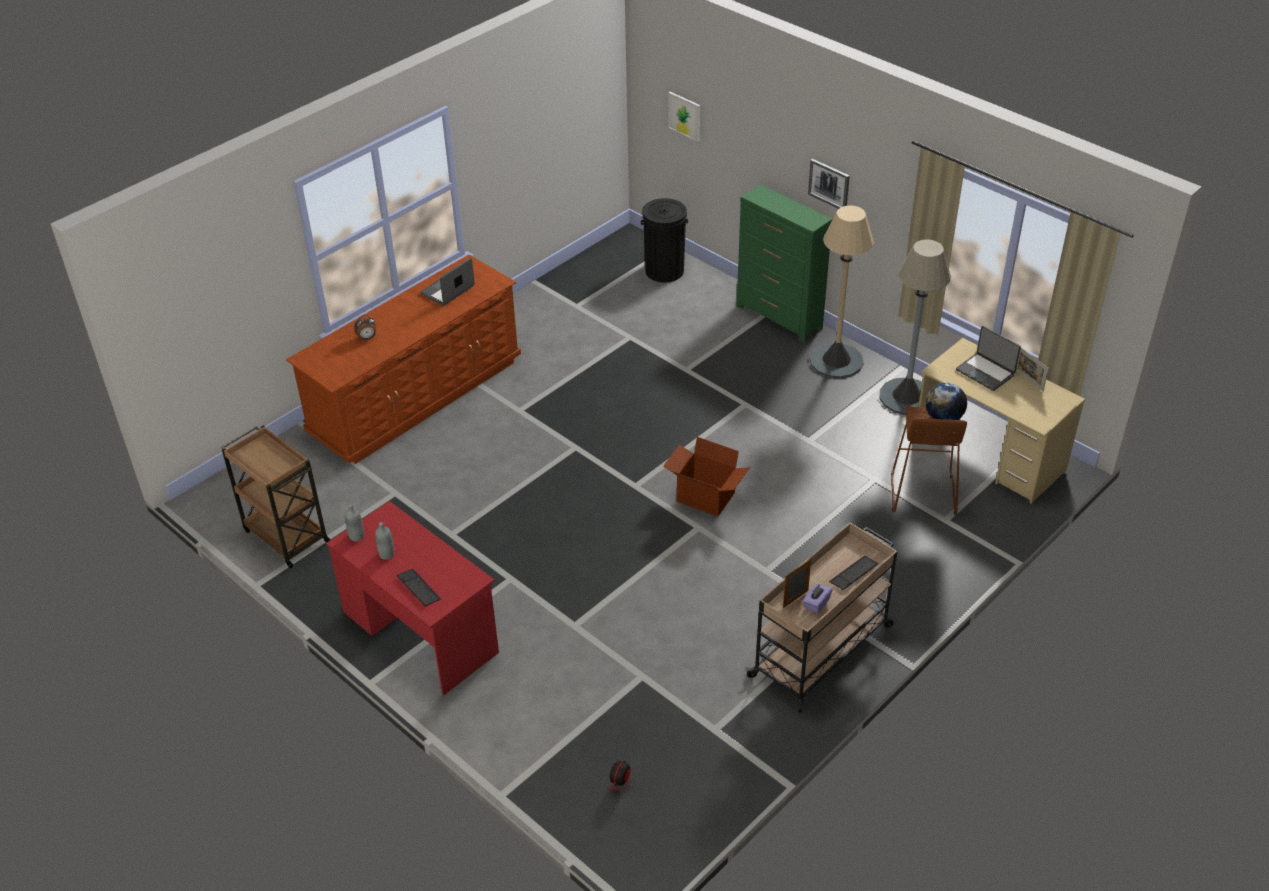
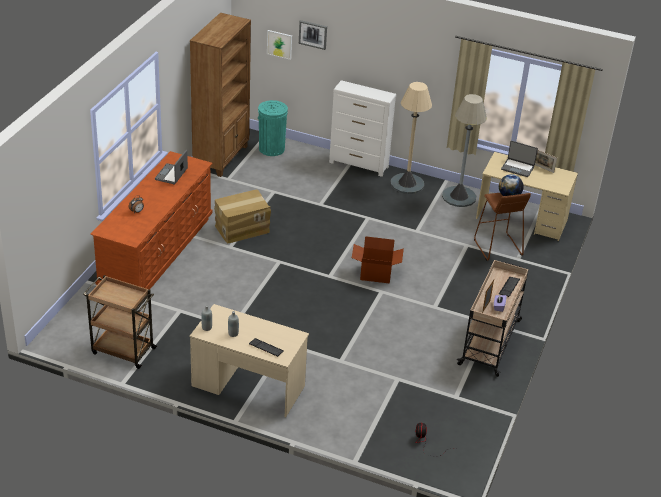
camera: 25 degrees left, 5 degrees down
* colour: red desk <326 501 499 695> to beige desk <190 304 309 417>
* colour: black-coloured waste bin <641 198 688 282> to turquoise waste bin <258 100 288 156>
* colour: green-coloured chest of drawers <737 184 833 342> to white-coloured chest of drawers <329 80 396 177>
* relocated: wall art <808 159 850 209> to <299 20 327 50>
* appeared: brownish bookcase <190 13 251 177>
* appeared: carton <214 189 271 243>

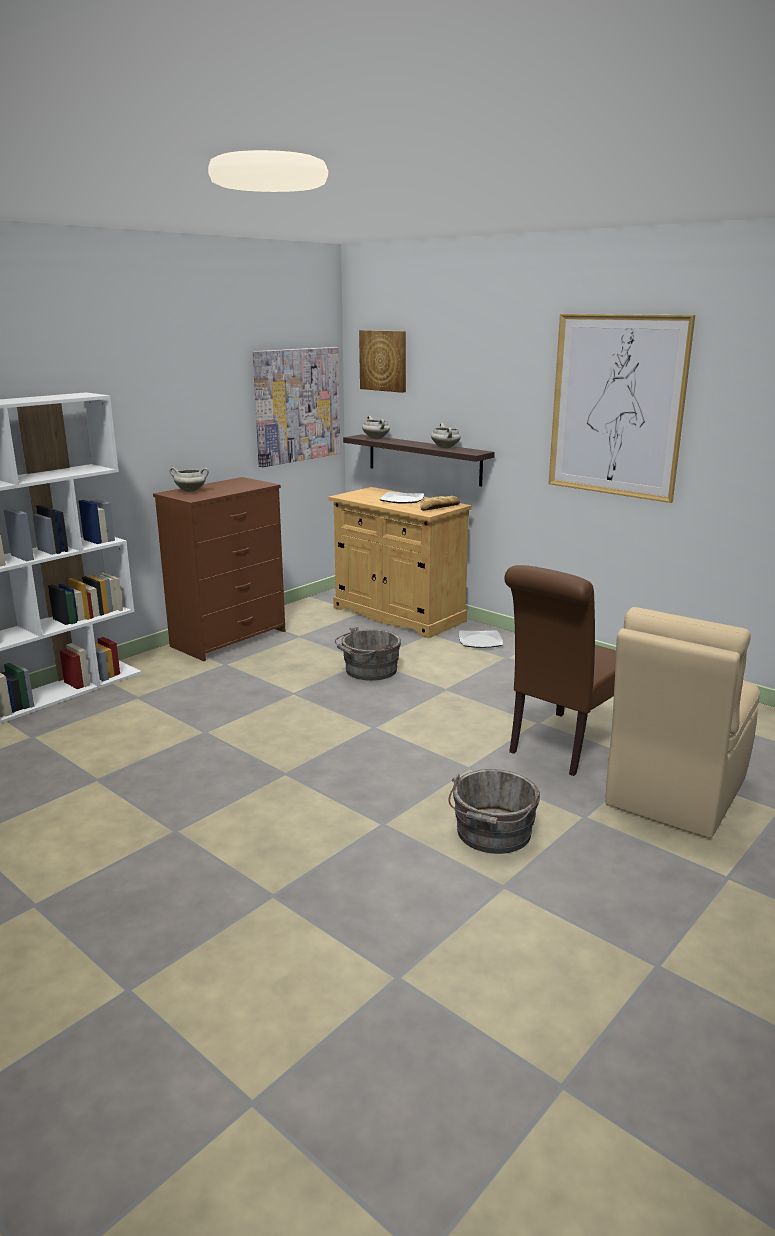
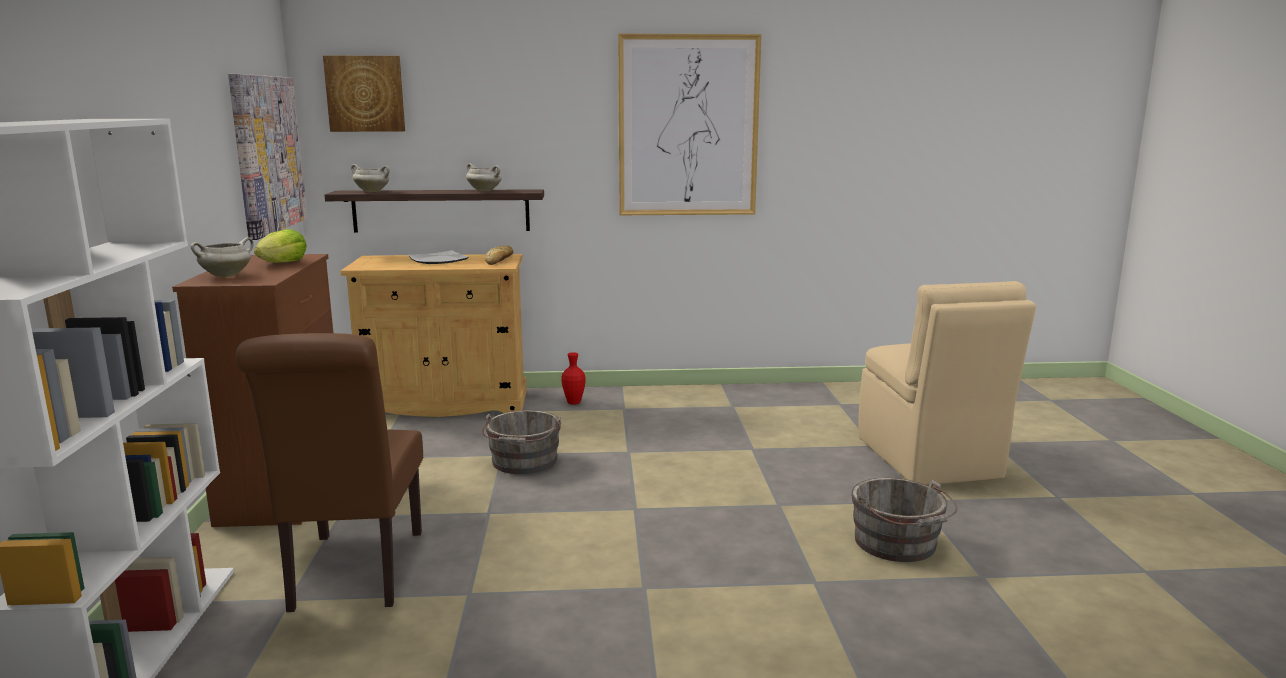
camera: 45 degrees left, 5 degrees down
* exchanged: plate <459 630 503 648> to red flower vase <561 352 586 405>
* relocated: brownish plain chair <504 565 616 776> to <235 333 423 612>
* appeared: head of lettuce <254 229 307 263>

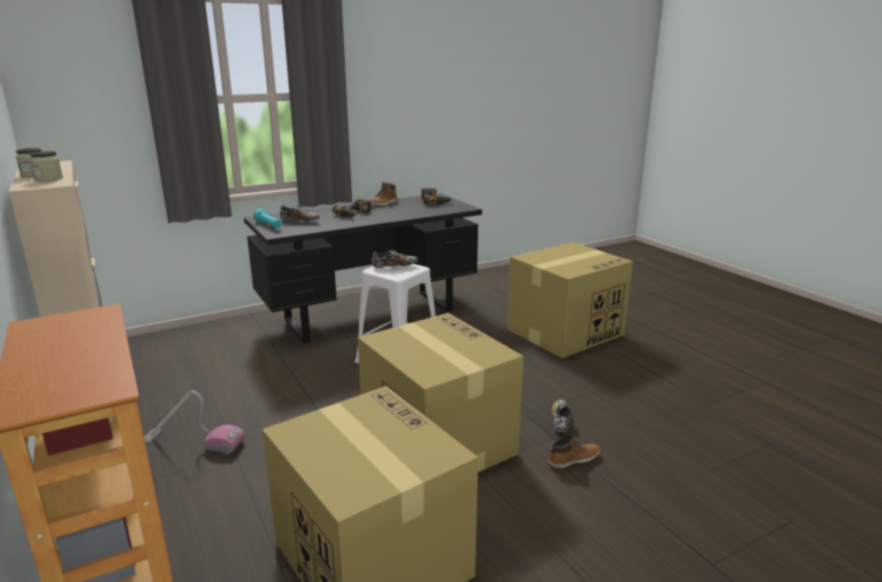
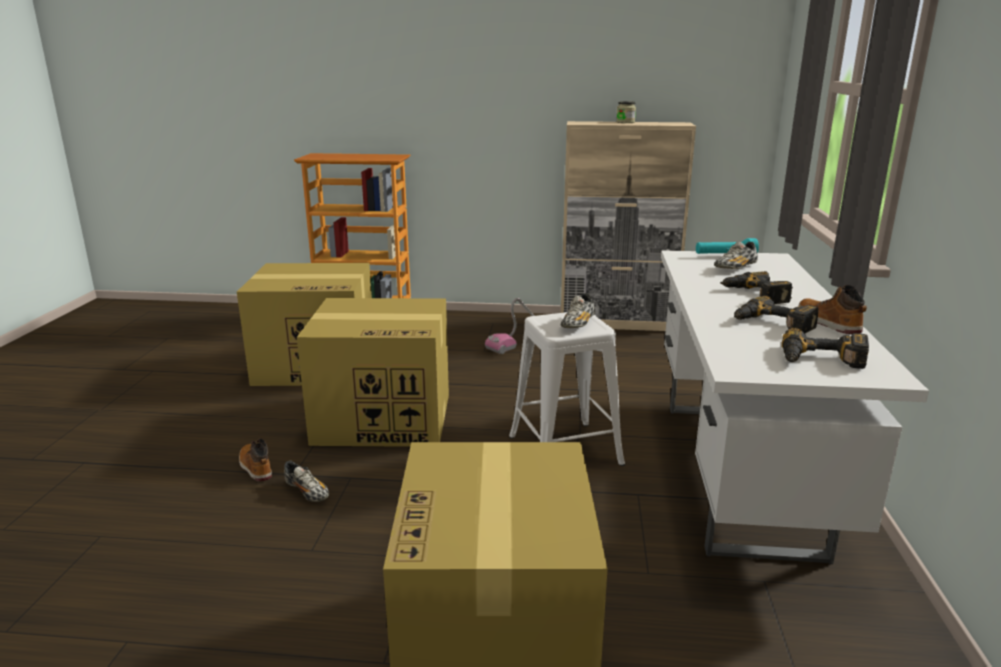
camera: 125 degrees right, 0 degrees up
* missing: storage jar <30 151 63 181>
* colour: black-coloured desk <244 193 482 344> to white-coloured desk <661 250 929 564>
* spun: boot <548 435 600 469> = <239 438 272 482> 135 degrees clockwise
* appeared: drill <734 295 819 333>

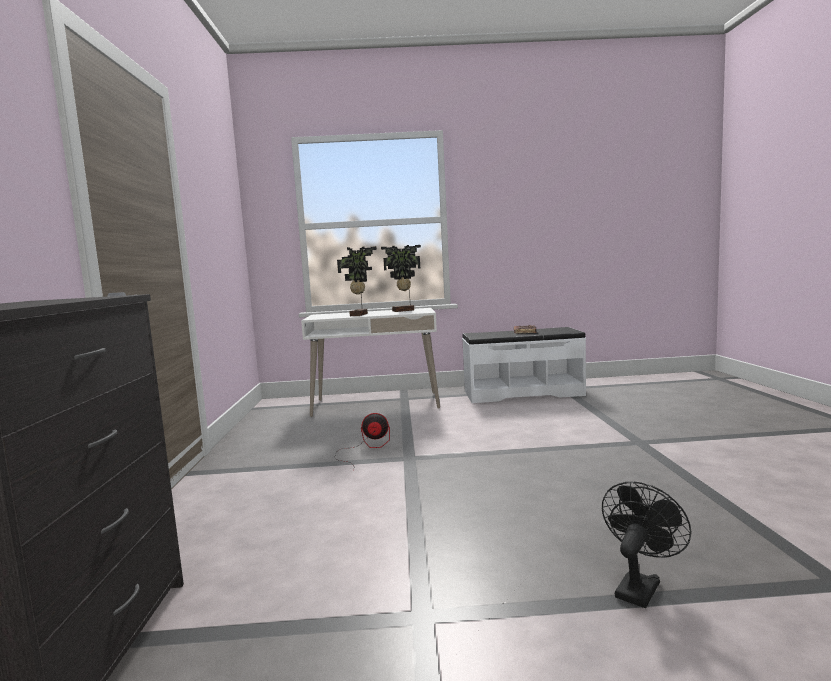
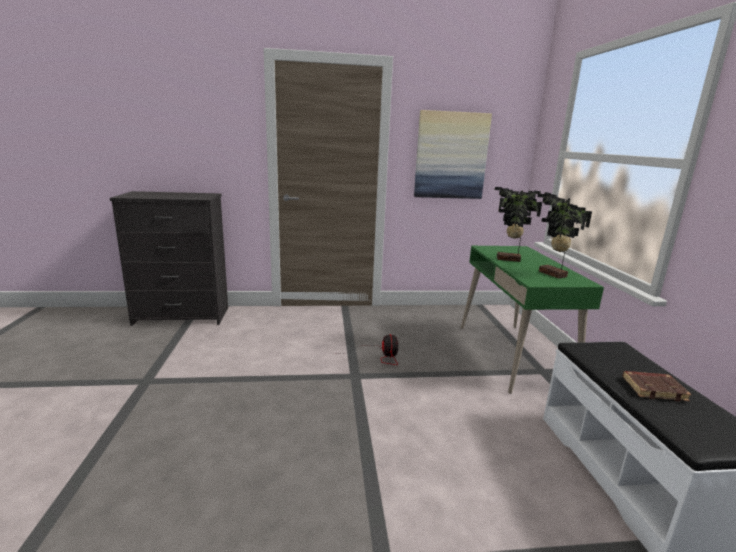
camera: 85 degrees right, 10 degrees up
* colour: white-coloured desk <301 308 440 417> to green-coloured desk <461 246 604 394>
* missing: black-coloured fan <602 481 692 608>
* appeared: wall art <414 110 492 199>

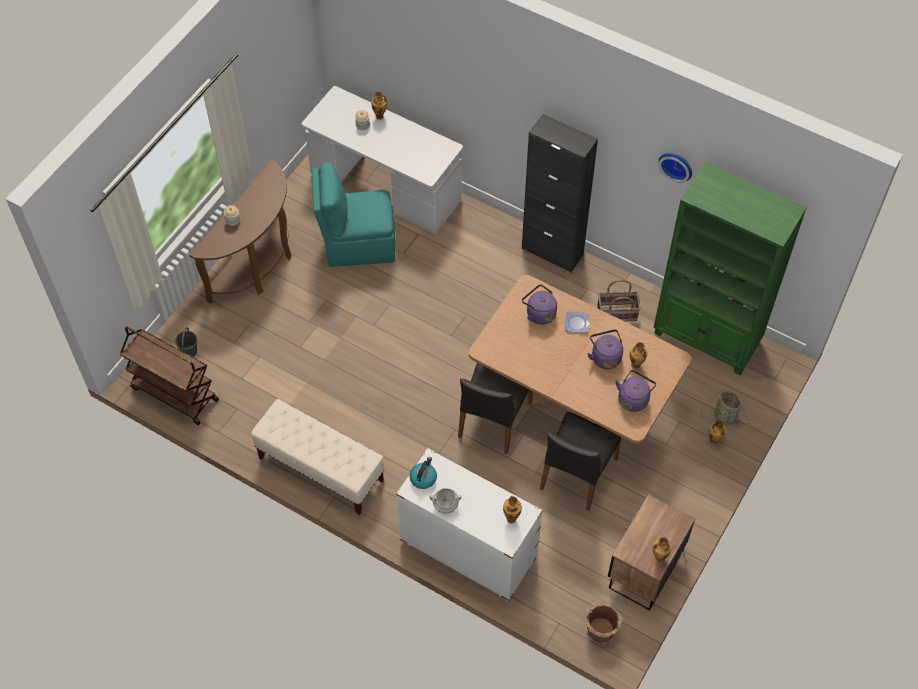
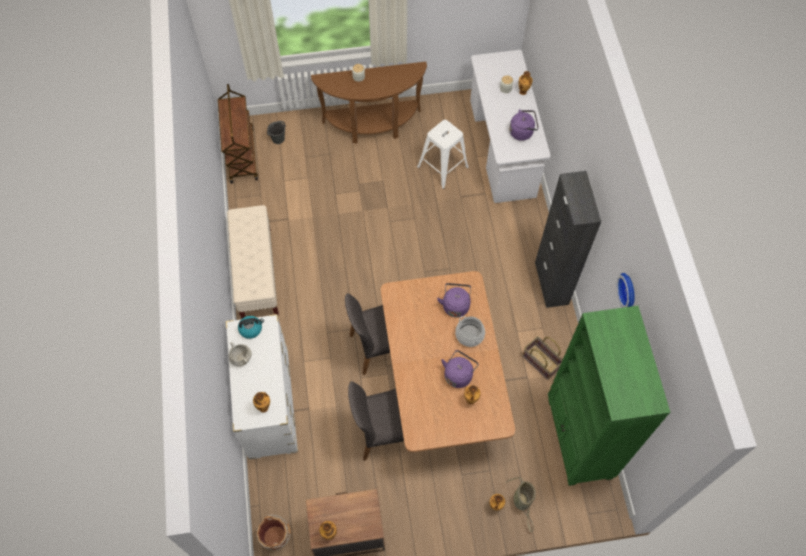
camera: 50 degrees right, 5 degrees up
* exchanged: turquoise plain chair <312 162 396 267> to white-coloured stool <417 120 469 189>
* exchanged: plate <565 312 590 333> to stockpot <455 316 485 347>
* relocated: purple-coloured water kettle <615 370 656 412> to <509 109 539 141>

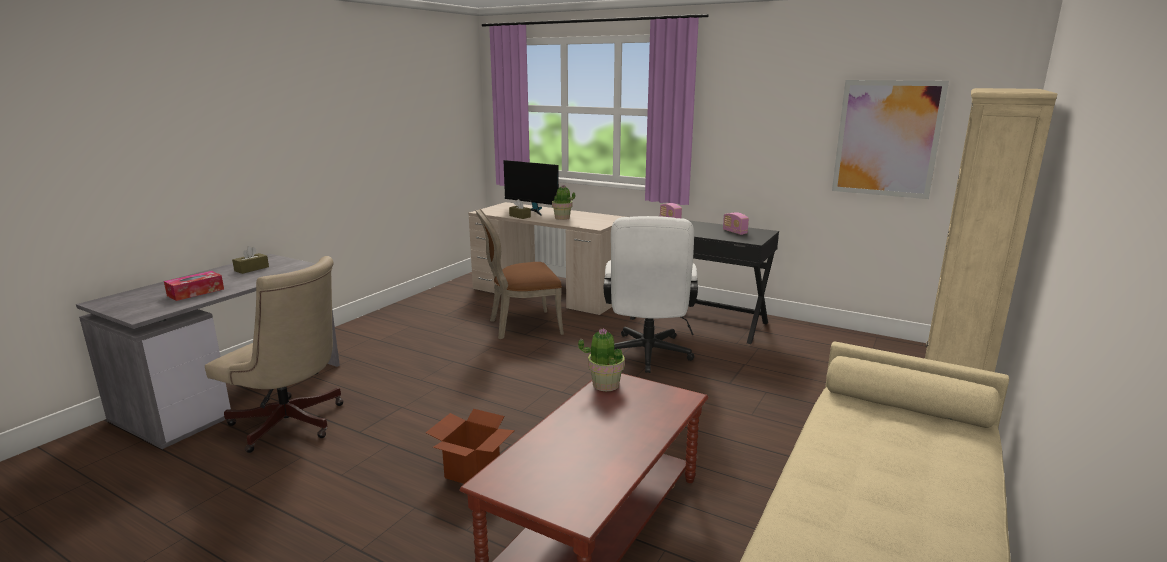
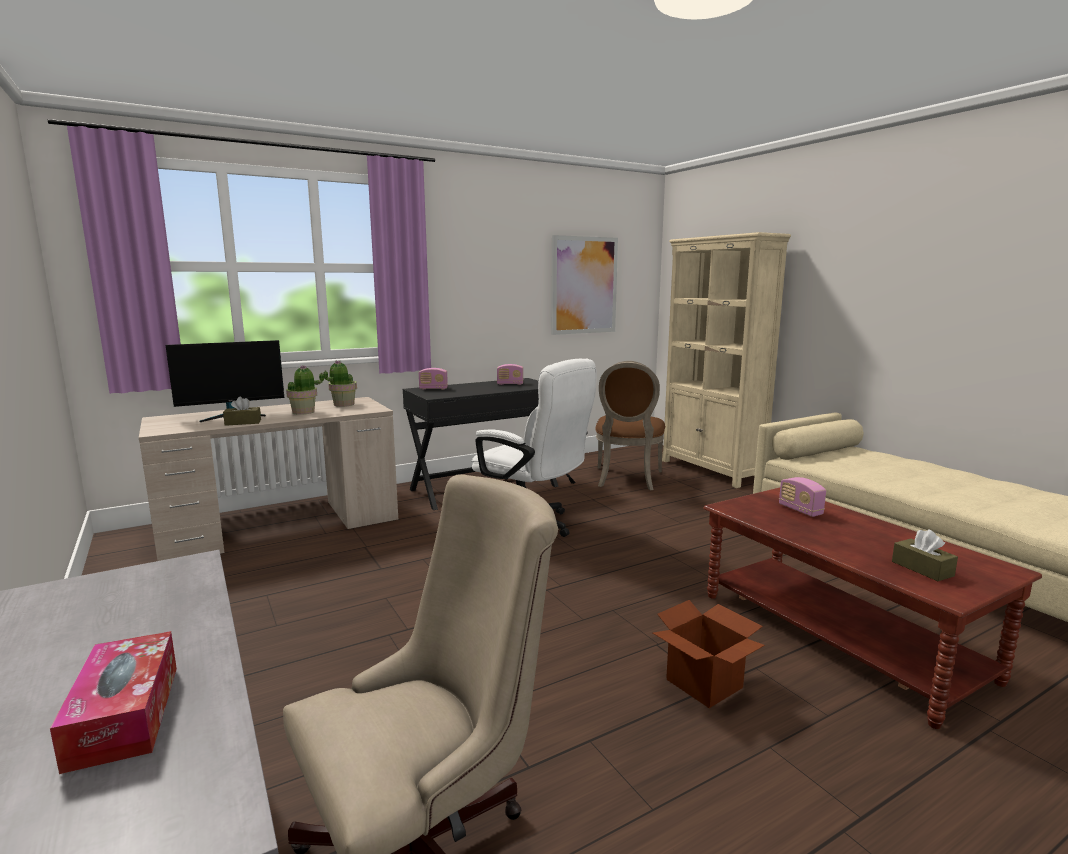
camera: 60 degrees left, 5 degrees down
* relocated: brownish tissue holder <232 246 269 274> to <892 530 958 581>
* relocated: brownish plain chair <475 208 564 339> to <595 361 666 490>
* relocated: houseplant <578 328 625 391> to <323 360 357 407>
* appeared: radio <779 477 826 517>

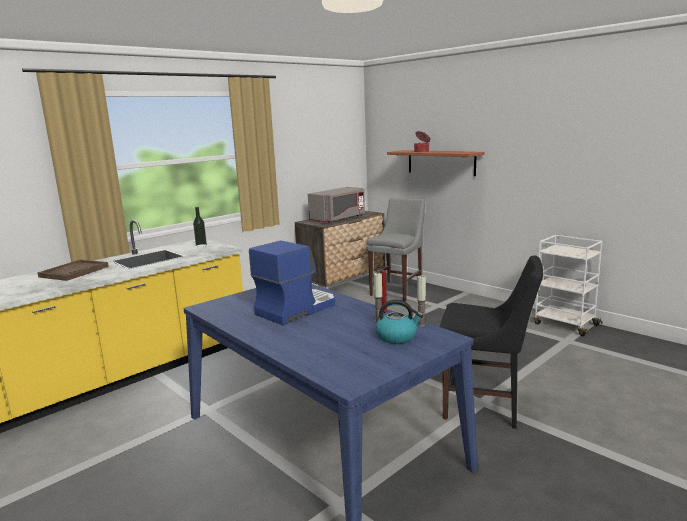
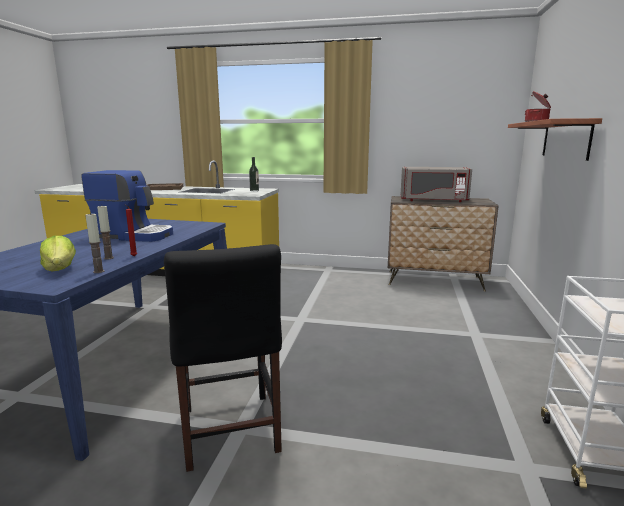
camera: 55 degrees right, 0 degrees up
* missing: greyish plain chair <366 198 425 301>
* exchanged: water kettle <375 299 423 344> to head of lettuce <40 236 76 272>

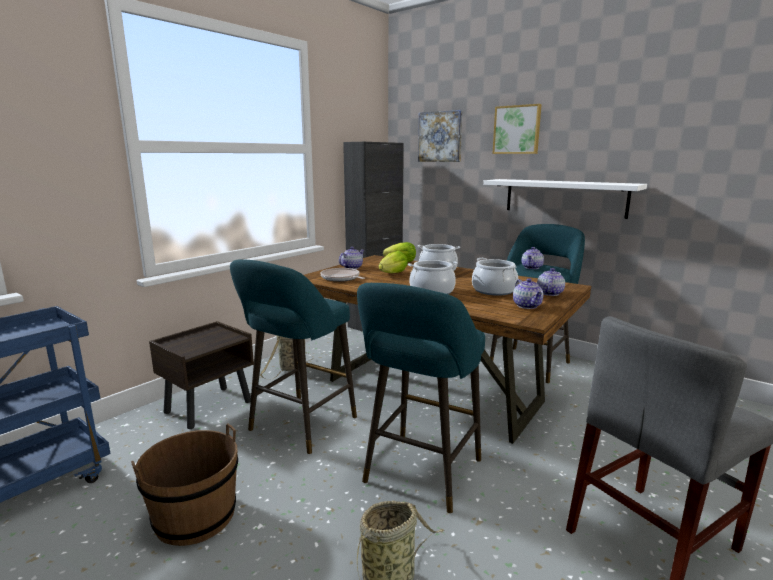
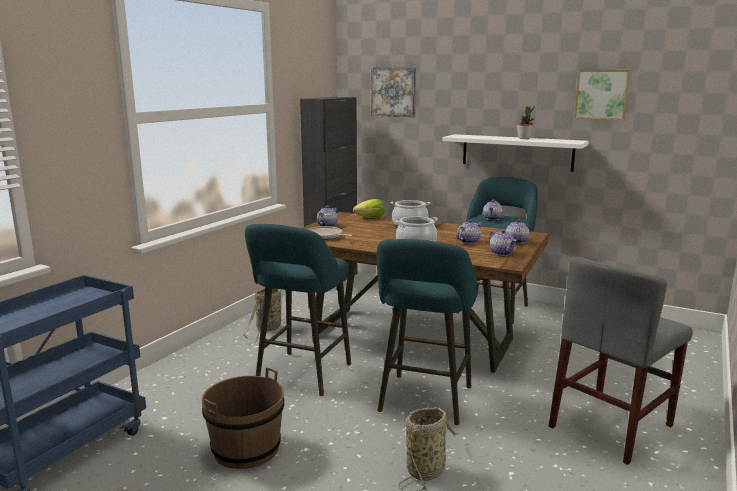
camera: 10 degrees left, 0 degrees up
* missing: brownish night table <149 321 254 429>
* missing: head of lettuce <378 251 408 273>
* exchanged: stockpot <472 258 518 296> to pot for tea <456 220 482 244>
* relocated: wall art <492 104 542 154> to <574 70 630 120>
* appeared: houseplant <517 106 535 139>

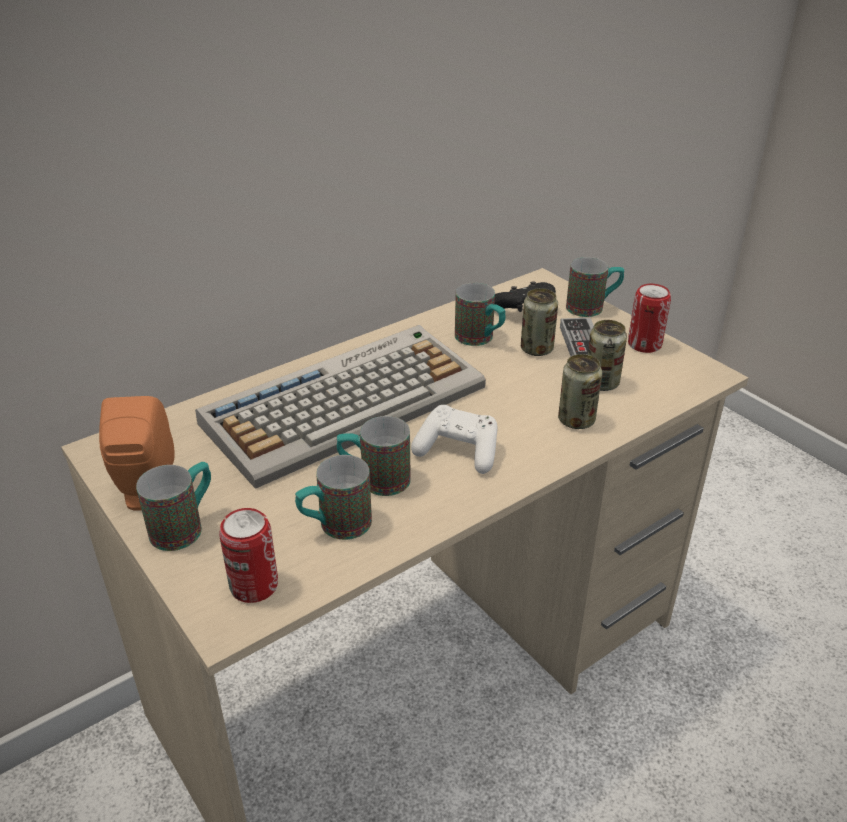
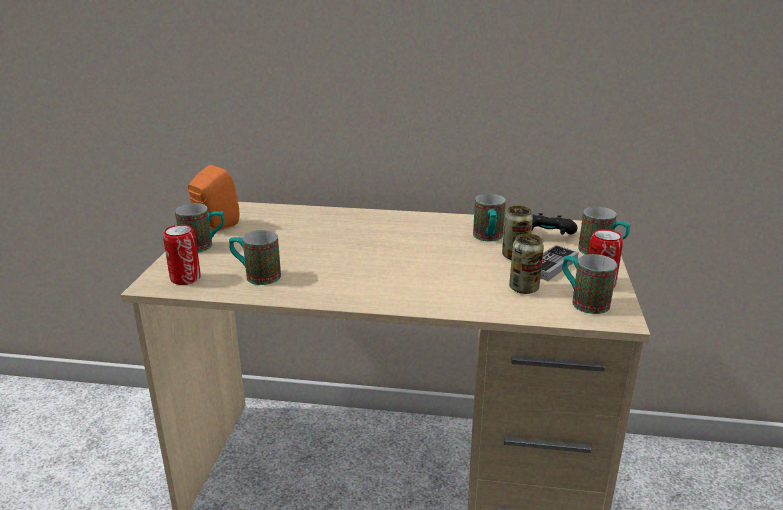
camera: 45 degrees right, 10 degrees down
* missing: keyboard <195 325 486 489>
* relocated: coffee mug <337 416 411 496> to <562 254 617 314>
* missing: white-coloured gamepad <411 405 498 474>
* missing: sealed can <558 354 602 429>

